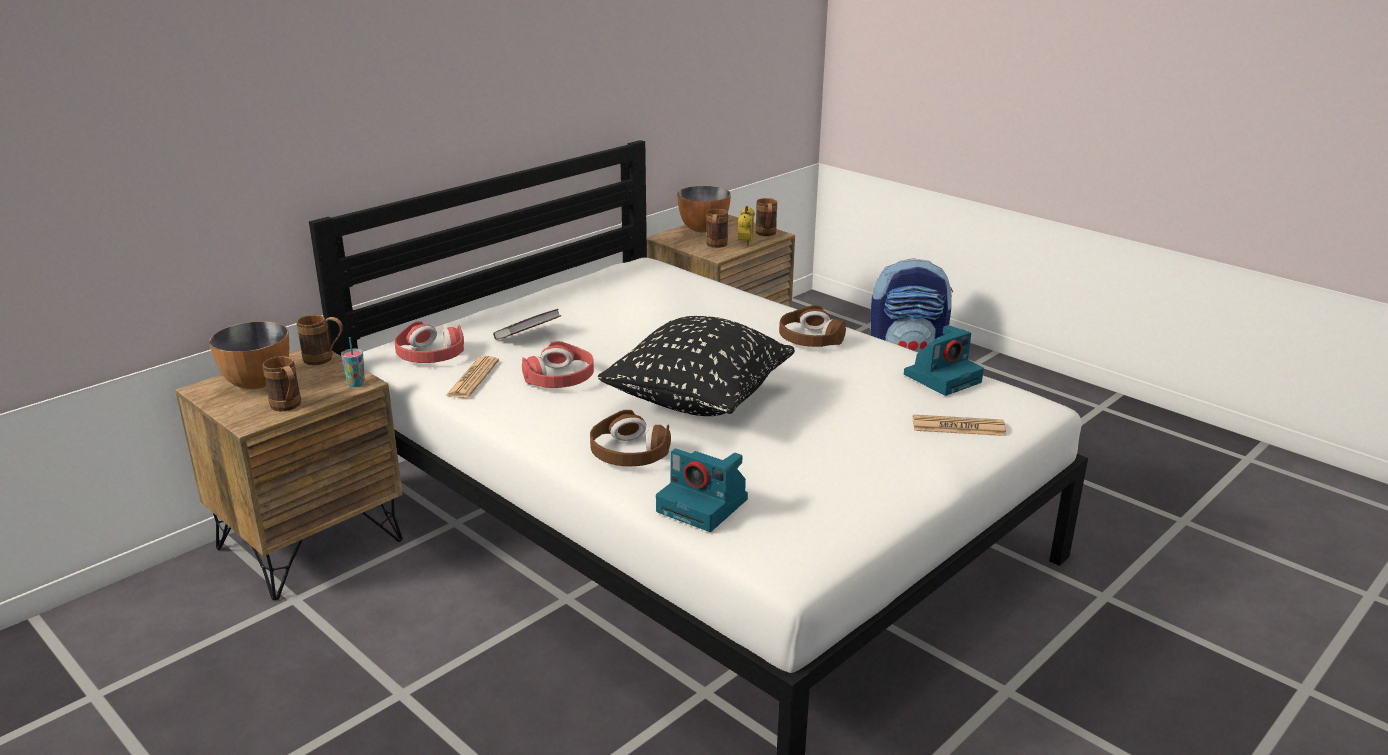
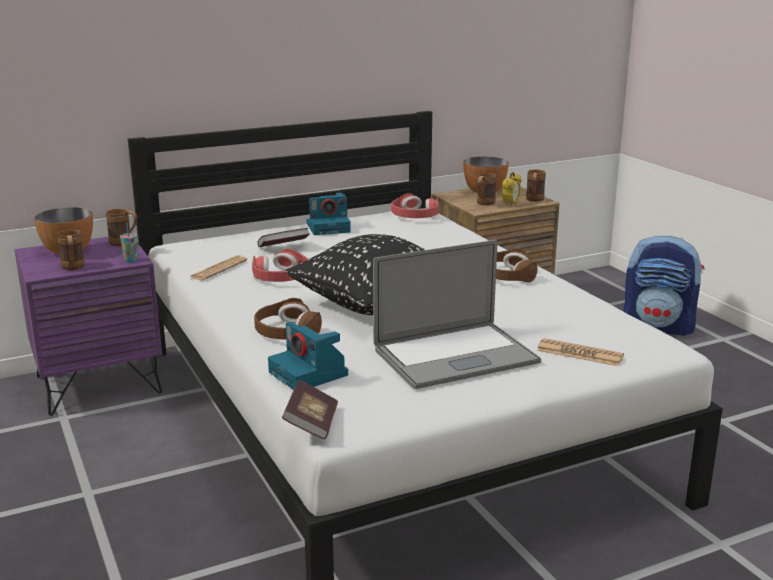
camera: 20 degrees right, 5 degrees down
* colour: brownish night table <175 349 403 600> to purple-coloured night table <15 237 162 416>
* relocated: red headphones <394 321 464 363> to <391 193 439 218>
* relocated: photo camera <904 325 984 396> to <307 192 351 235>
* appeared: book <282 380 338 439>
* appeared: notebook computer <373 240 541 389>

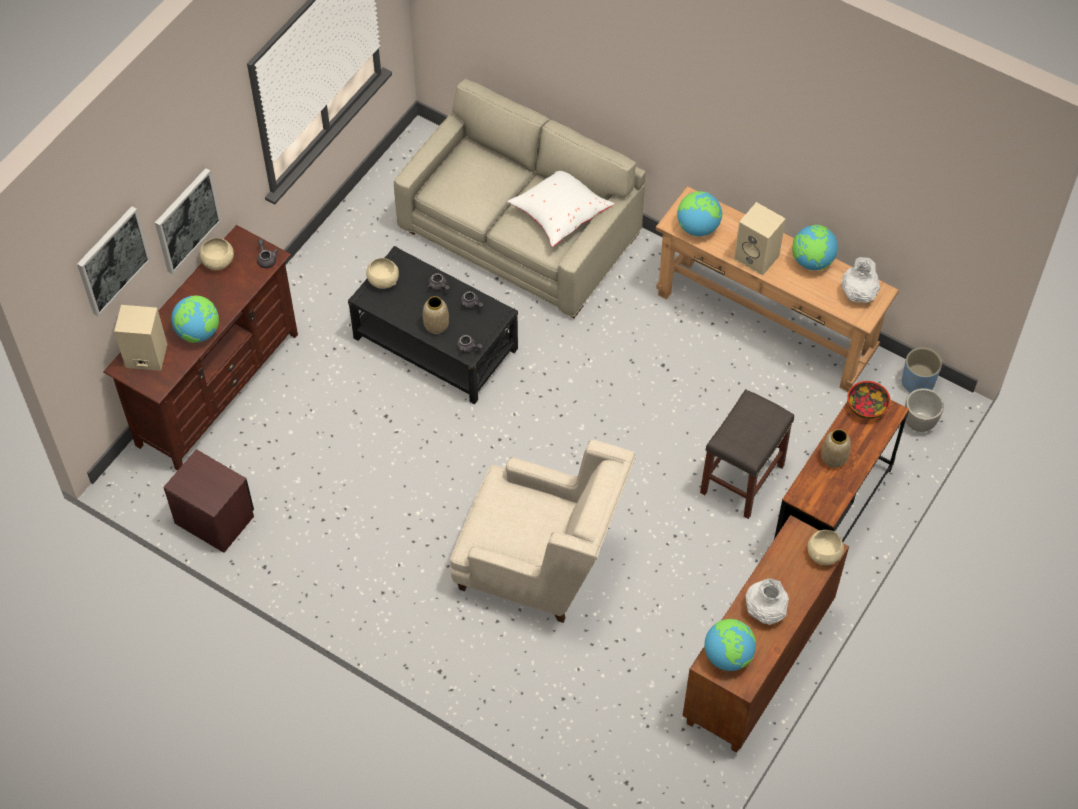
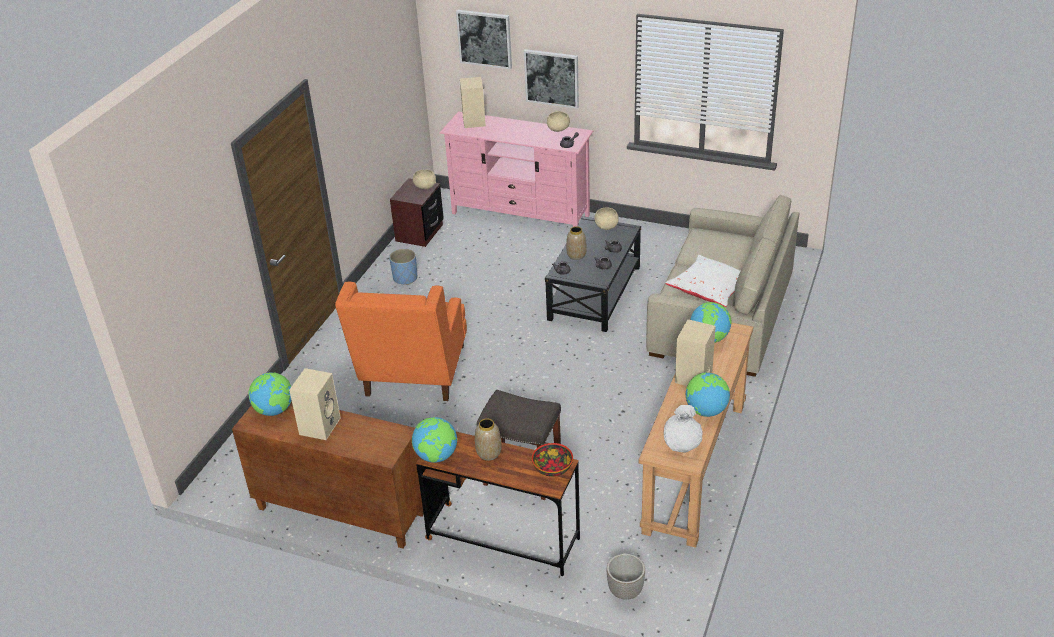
camera: 80 degrees right, 20 degrees down
* colour: brownish tv unit <103 225 298 471> to pink tv unit <440 111 593 227>
* relocated: desk globe <171 295 219 343> to <412 417 457 463>
* colour: beige armchair <450 440 636 623> to orangey armchair <335 282 467 401>
* exchanged: white-coloured flower vase <746 578 789 625> to beige speaker <289 368 341 440>
* relocated: beige bowl <808 530 844 565> to <413 170 436 189>
* relocated: blue-coloured plant pot <902 347 942 393> to <389 249 417 285>

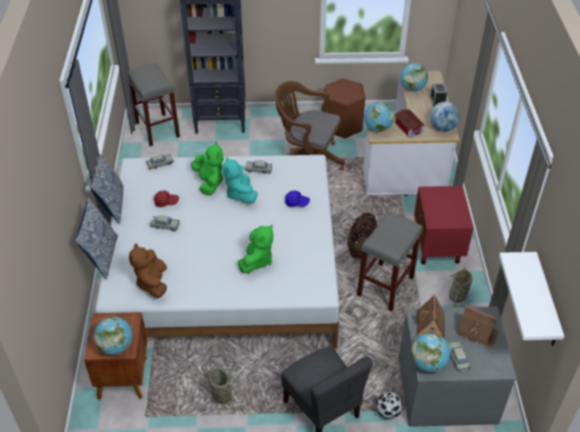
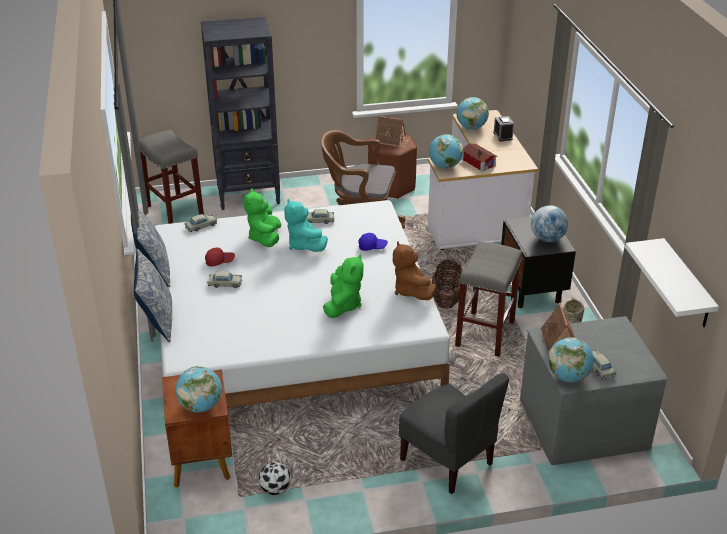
camera: 10 degrees left, 10 degrees down
* relocated: brownish plush toy <129 243 167 298> to <393 241 436 300>
* spun: green-coloured plush toy <191 142 224 196> = <244 189 281 247> 150 degrees counterclockwise
* missing: storage basket <195 367 246 410>
* relocated: football ball <376 392 403 419> to <259 462 291 495>
* colour: red night table <414 186 474 264> to black-coloured night table <501 217 576 308>
* relocated: desk globe <430 101 460 132> to <531 205 568 242>
* relocated: miniature house <457 306 499 348> to <376 116 410 148>

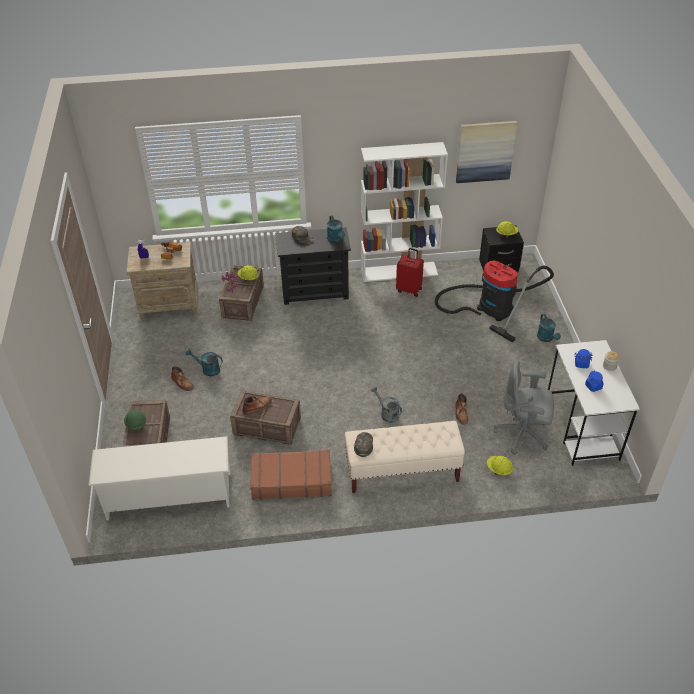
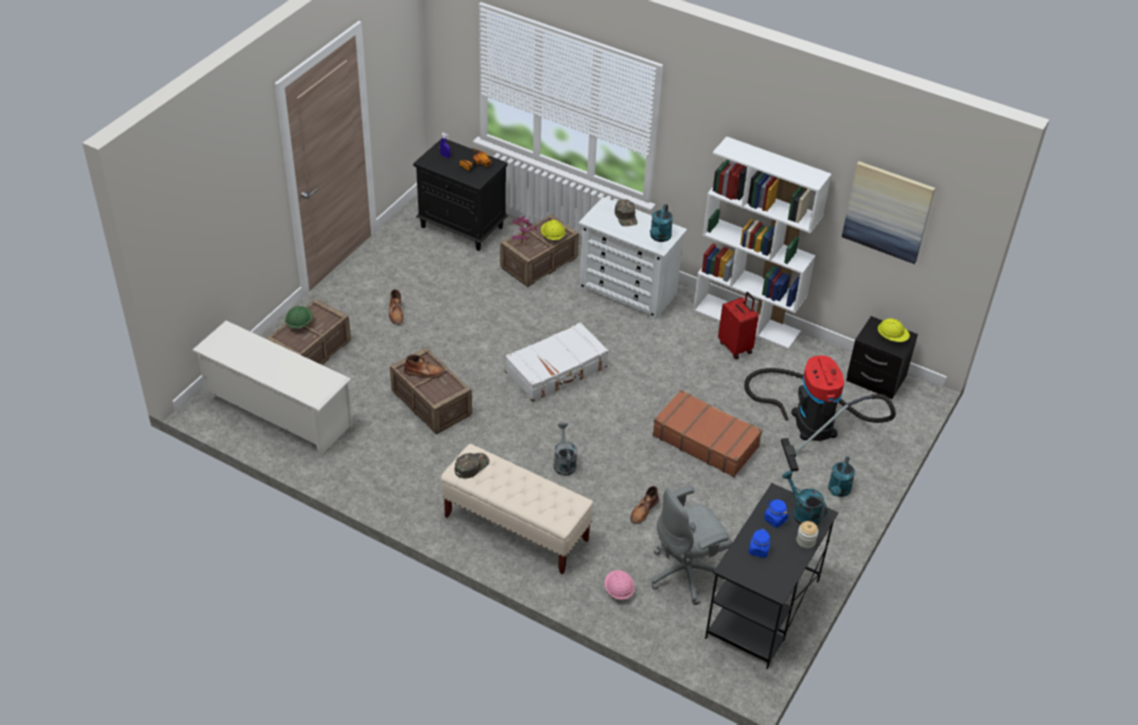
camera: 35 degrees right, 0 degrees up
* colour: beige night table <126 242 198 320> to black-coloured night table <413 139 508 251>
* relocated: turquoise watering can <186 349 223 376> to <782 471 828 525>
* relocated: brownish piece of luggage <250 450 332 500> to <652 390 762 477>
* colour: black-coloured chest of drawers <275 227 351 305> to white-coloured chest of drawers <579 197 687 320>
* colour: yellow safety helmet <487 456 513 475> to pink safety helmet <604 570 635 600>
* spun: greyish desk chair <494 361 554 455> = <652 485 732 605> 75 degrees counterclockwise
* colour: white-coloured desk <548 340 640 466> to black-coloured desk <705 483 838 669>
* appeared: white-coloured piece of luggage <505 322 608 402>

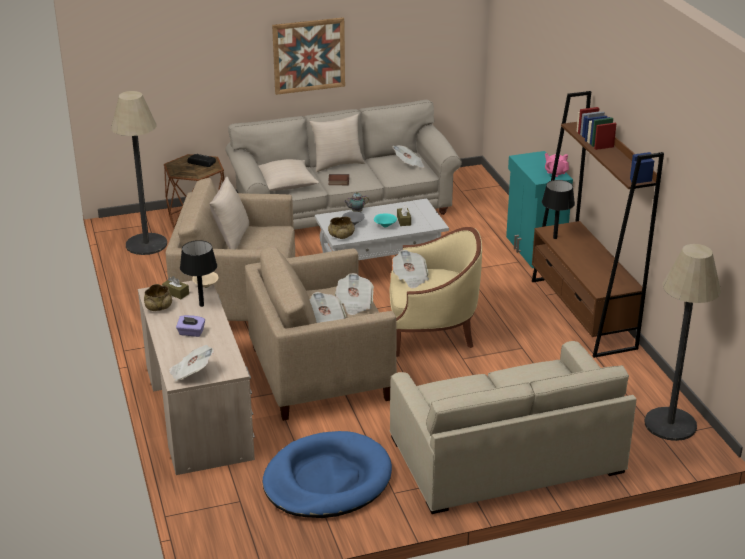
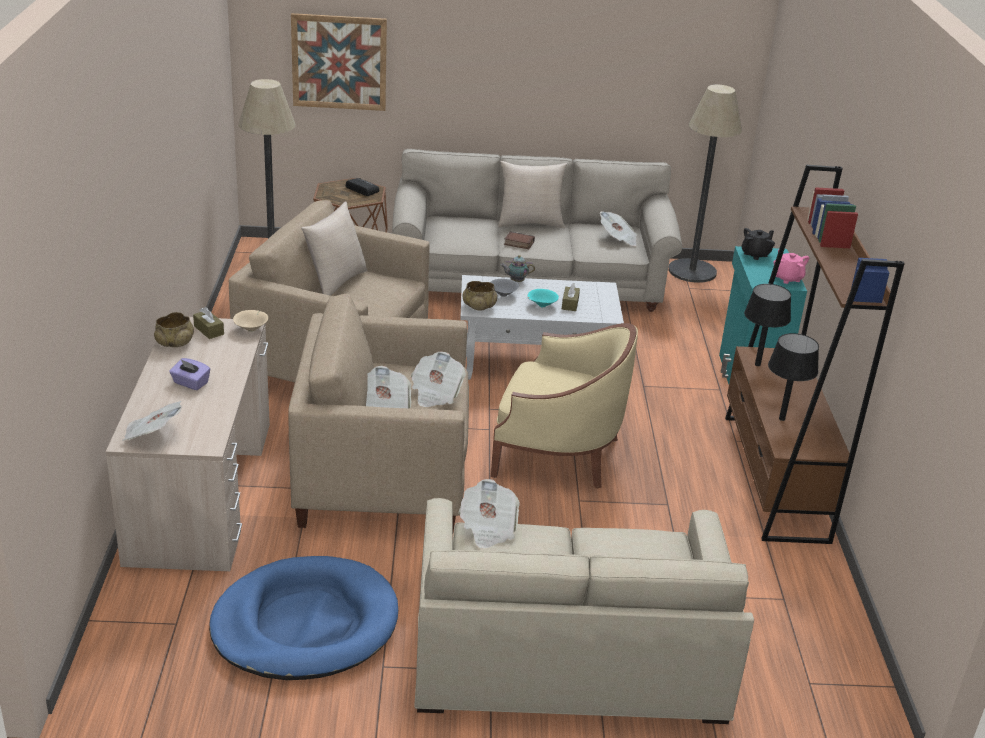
camera: 15 degrees right, 0 degrees up
* relocated: black-coloured tabletop lamp <180 240 217 307> to <768 333 819 421>
* missing: beige cushion <258 159 319 191>
* relocated: wall art <272 17 345 95> to <291 13 387 111>
* relocated: newspaper <392 250 429 288> to <459 479 520 549>
* relocated: floor lamp <645 244 721 441> to <668 85 742 283>
* appeared: black-coloured pot for tea <741 228 775 260>

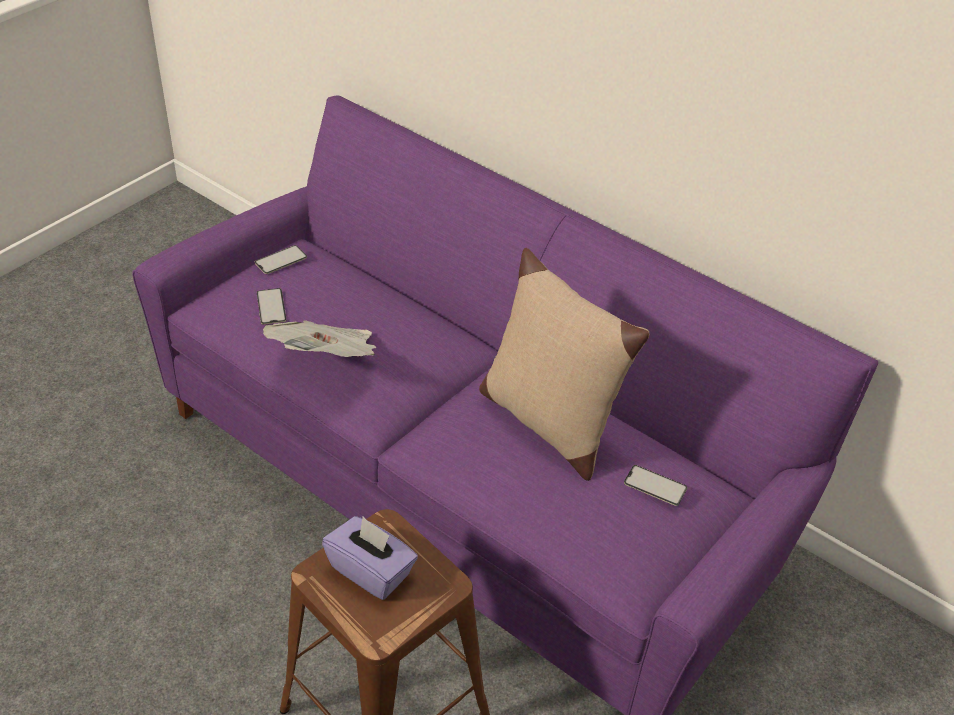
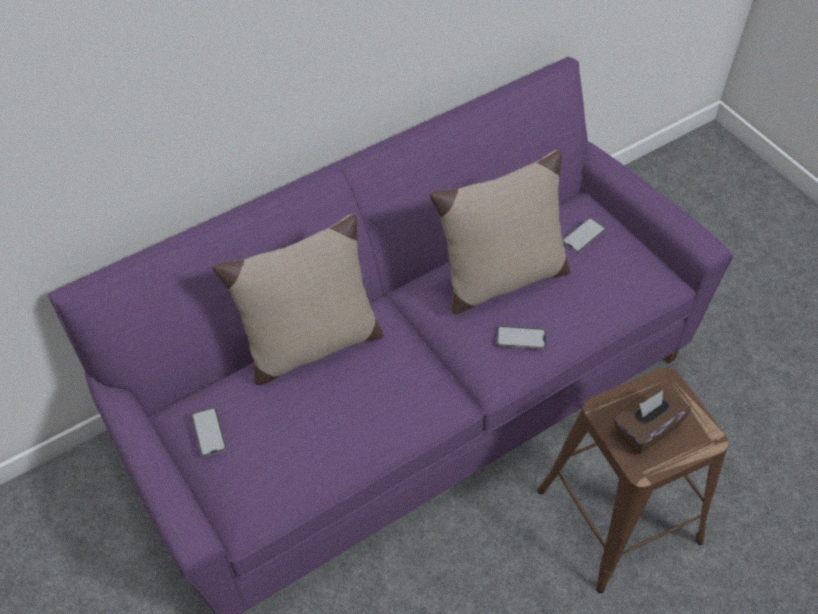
camera: 70 degrees left, 10 degrees up
* relocated: phone <256 288 287 324> to <497 326 546 349>
* missing: newspaper <263 320 376 357>
* colour: purple-coloured tissue holder <322 516 418 600> to brownish tissue holder <613 386 691 454>
* appeared: beige cushion <213 214 384 385>

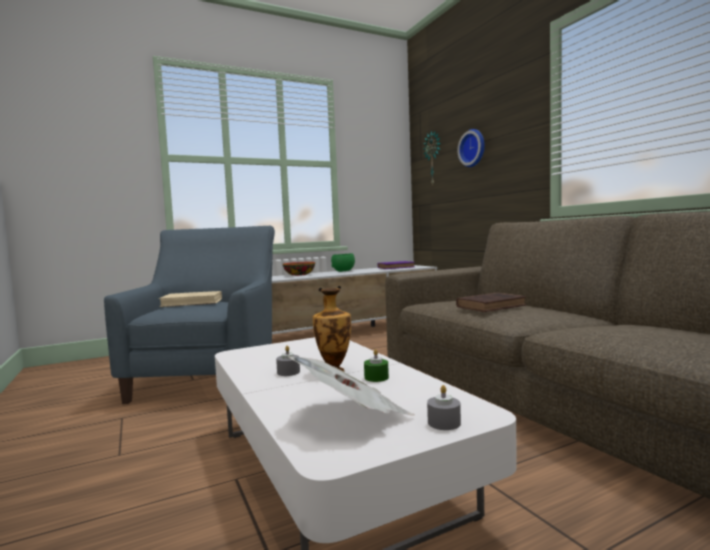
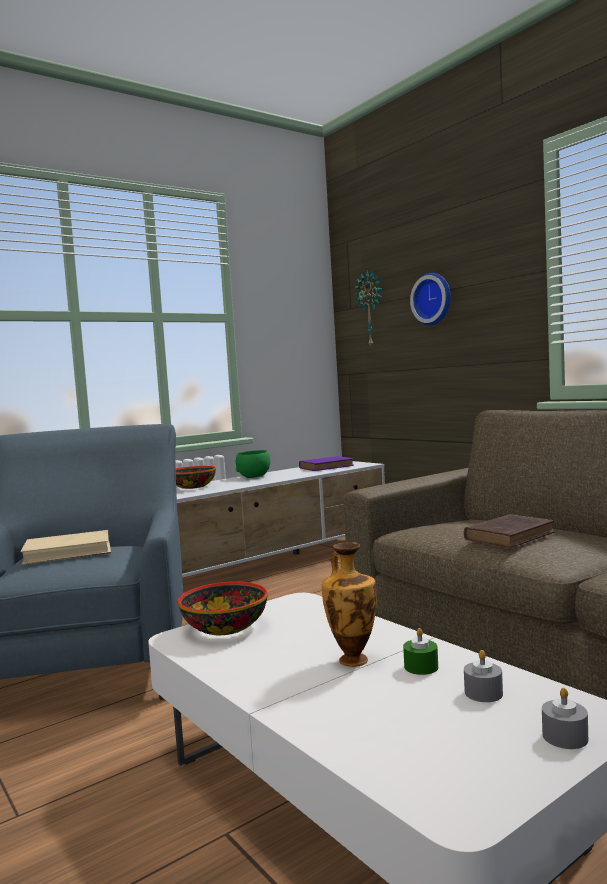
camera: 10 degrees left, 0 degrees up
* relocated: greyish candle <276 346 300 376> to <464 650 503 702>
* missing: newspaper <288 356 415 415>
* appeared: bowl <178 582 268 635>

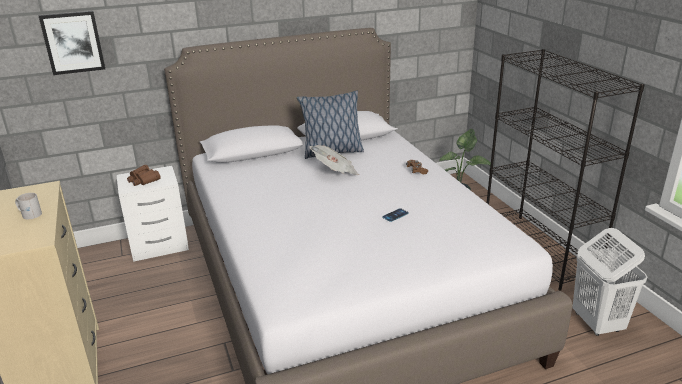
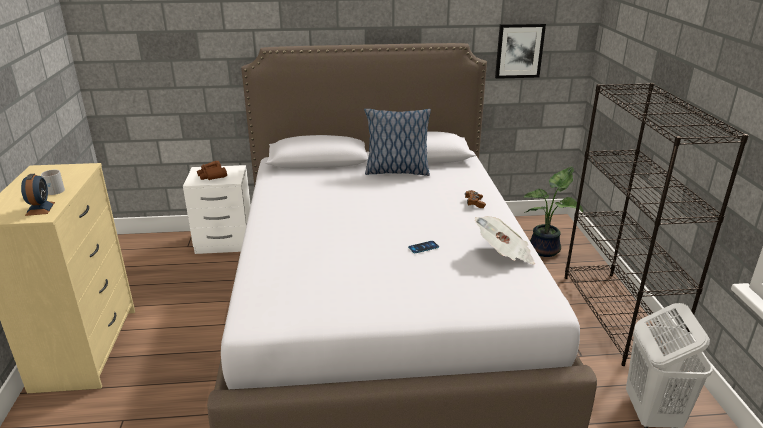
camera: 15 degrees right, 0 degrees up
* relocated: wall art <39 11 105 75> to <495 23 546 79>
* relocated: newspaper <309 145 359 175> to <475 216 535 264>
* appeared: bedside clock <21 174 55 216>

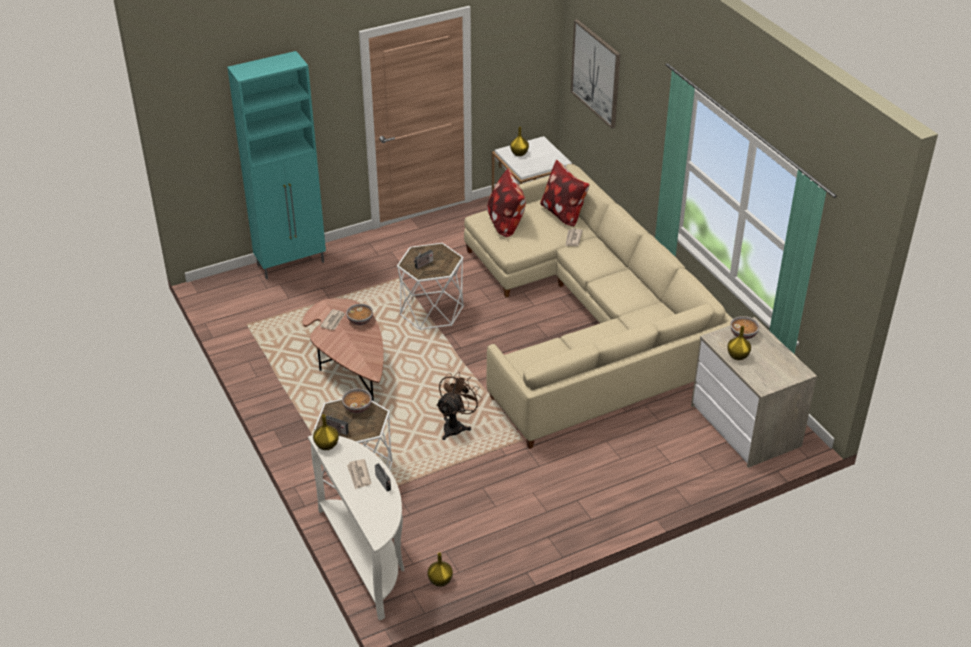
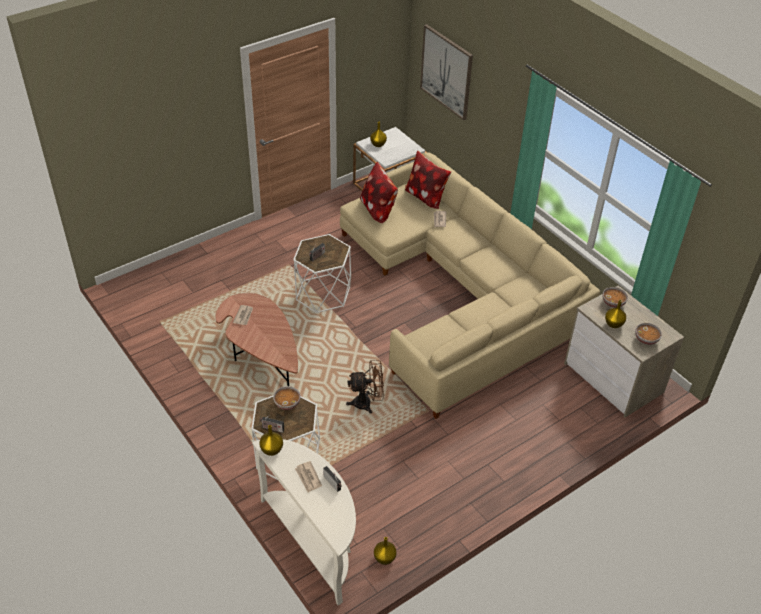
camera: 10 degrees left, 5 degrees up
* missing: turquoise cabinet <227 51 326 279>
* relocated: bowl <346 304 373 325> to <635 323 662 345>
* spun: brownish fan <436 372 482 440> = <346 360 384 414> 60 degrees clockwise

